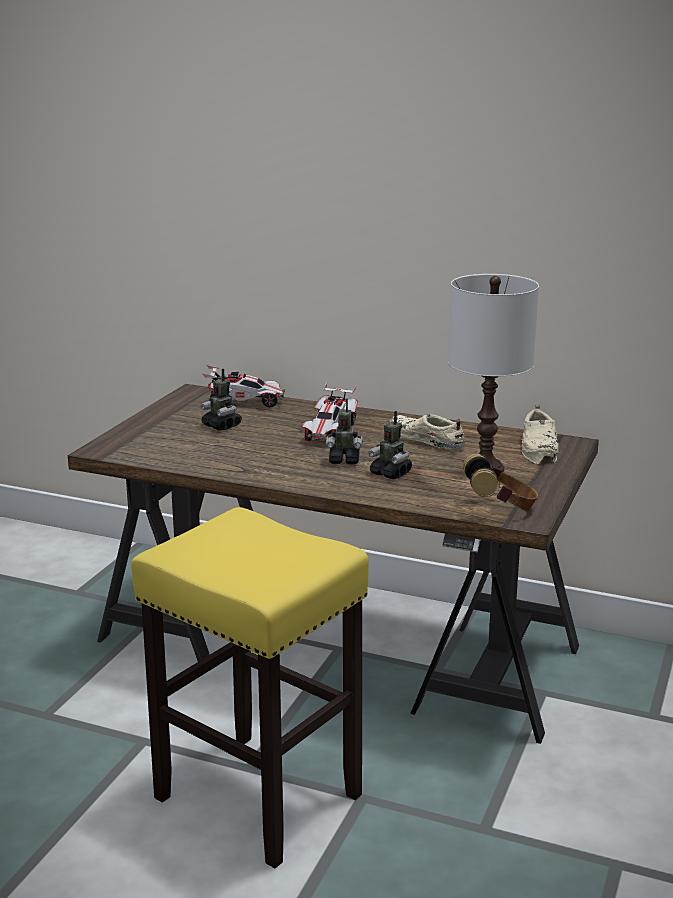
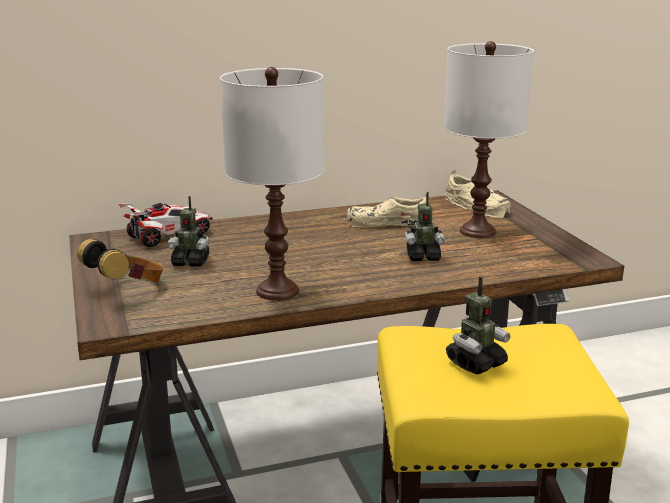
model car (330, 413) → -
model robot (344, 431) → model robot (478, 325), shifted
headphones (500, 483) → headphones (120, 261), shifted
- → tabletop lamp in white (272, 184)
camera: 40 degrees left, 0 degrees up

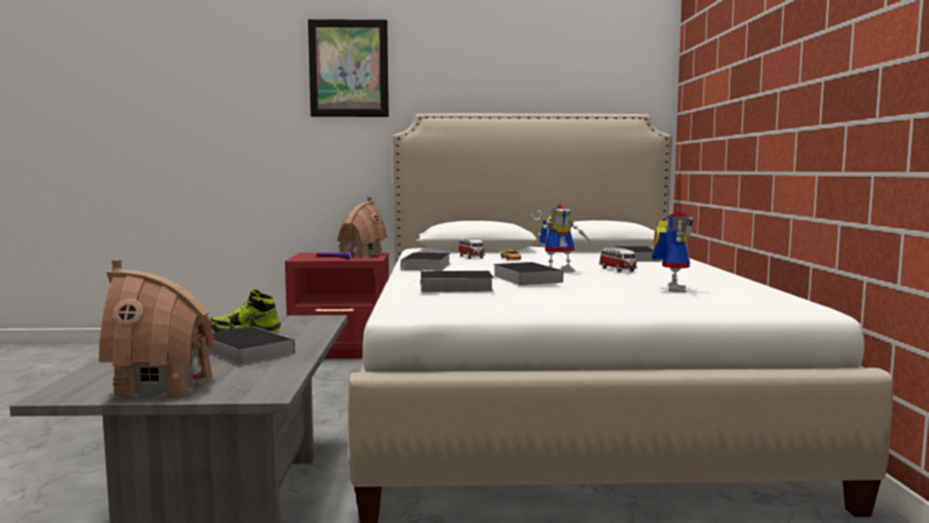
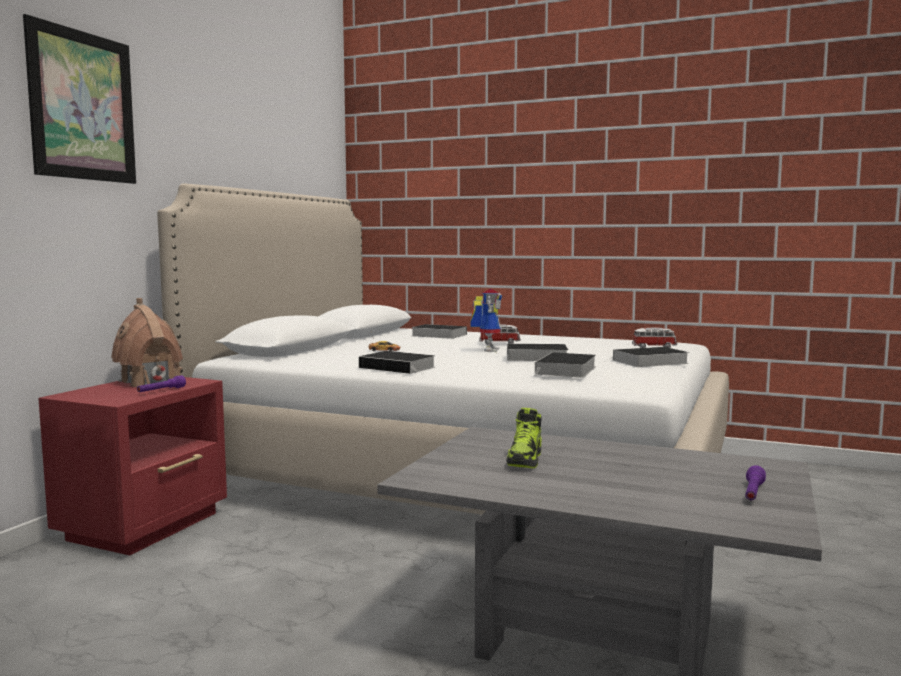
toy house (157, 328) → torch in purplish (755, 482)
volume (251, 345) → volume (649, 357), shifted
model car (471, 248) → model car (654, 337), shifted
model robot (673, 252) → -
camera: 65 degrees left, 0 degrees up

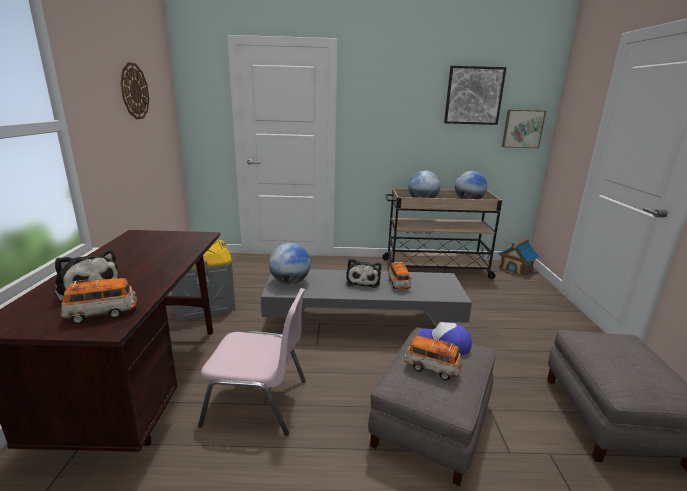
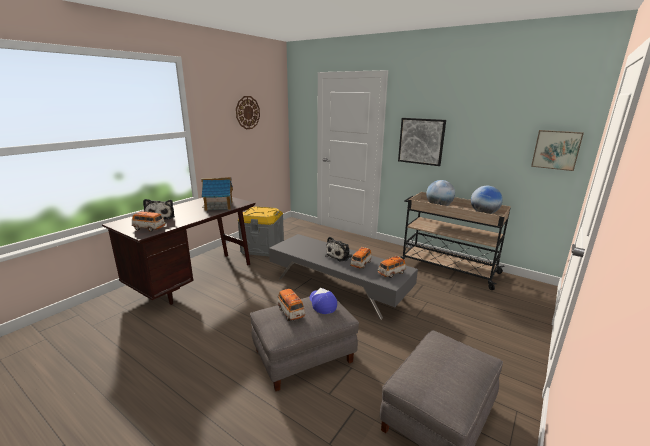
chair in pink-coloured (252, 362) → -
globe (290, 263) → -
picture (475, 95) → picture (422, 142), shifted
toy house (518, 257) → toy house (217, 194), shifted
- → model car (392, 267)
camera: 35 degrees right, 0 degrees up

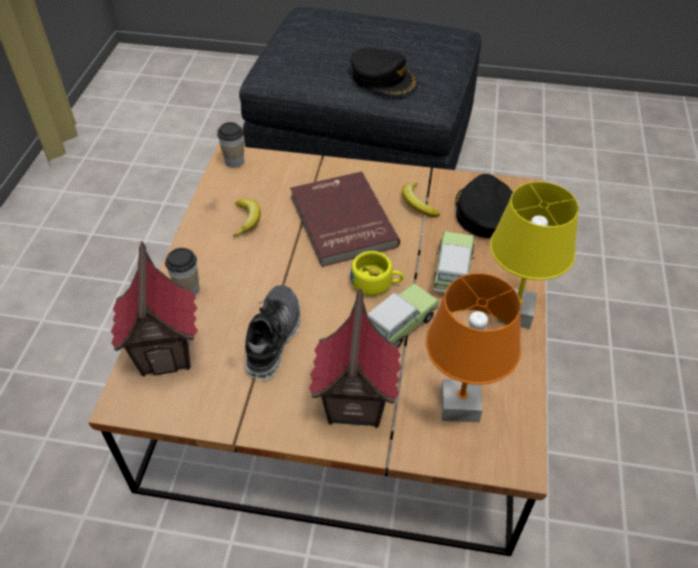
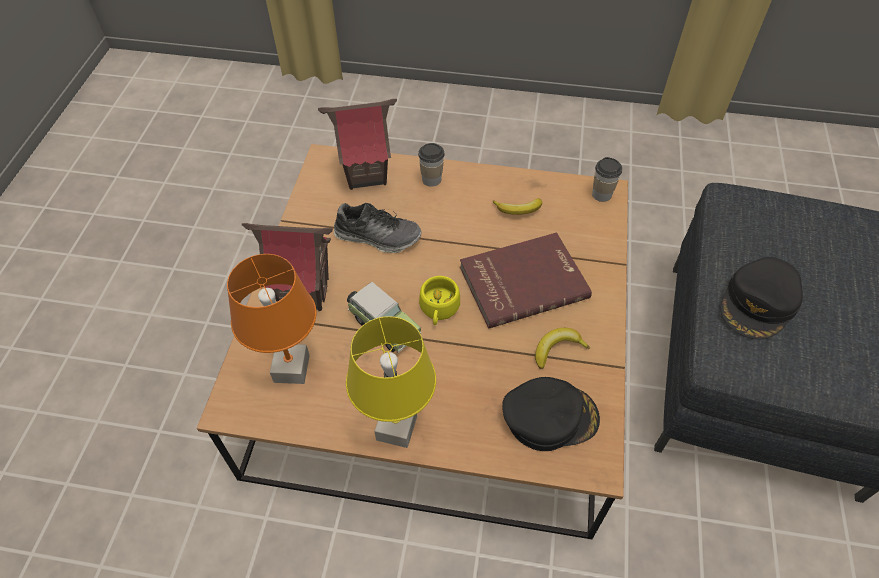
model car (453, 261) → -
camera: 90 degrees right, 5 degrees up

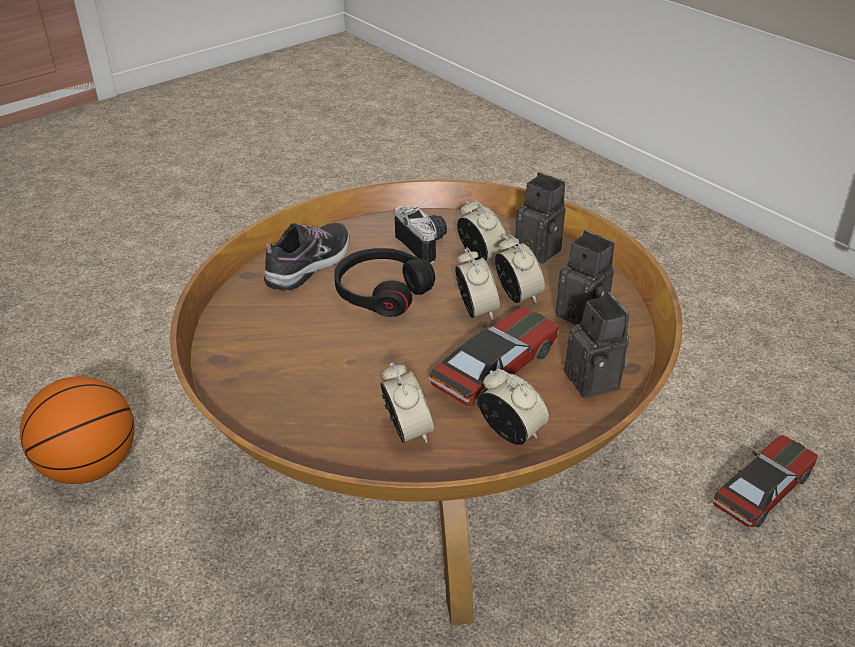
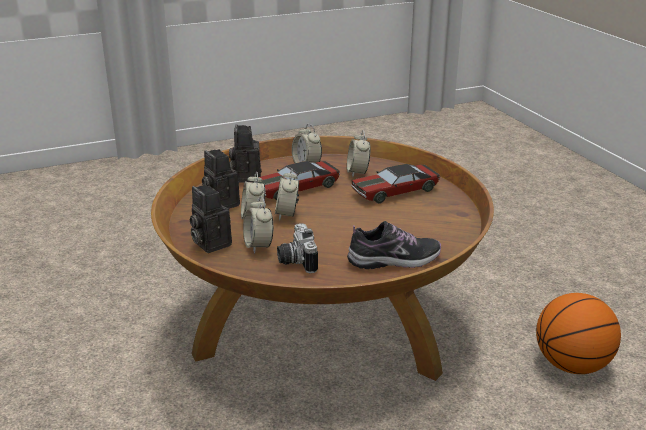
item of footwear (307, 256) → item of footwear (394, 245), 150 degrees counterclockwise
headphones in blackish (384, 282) → -
model car (765, 481) → model car (395, 183), shifted
camera: 165 degrees left, 10 degrees down

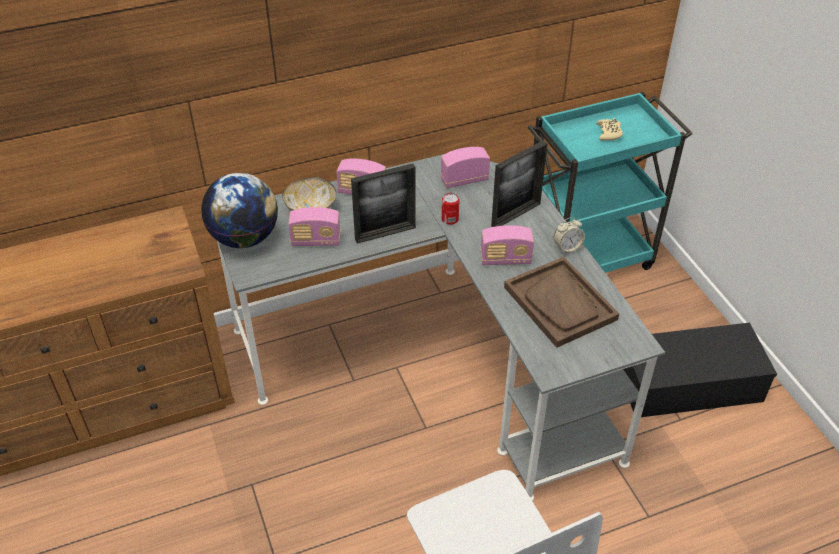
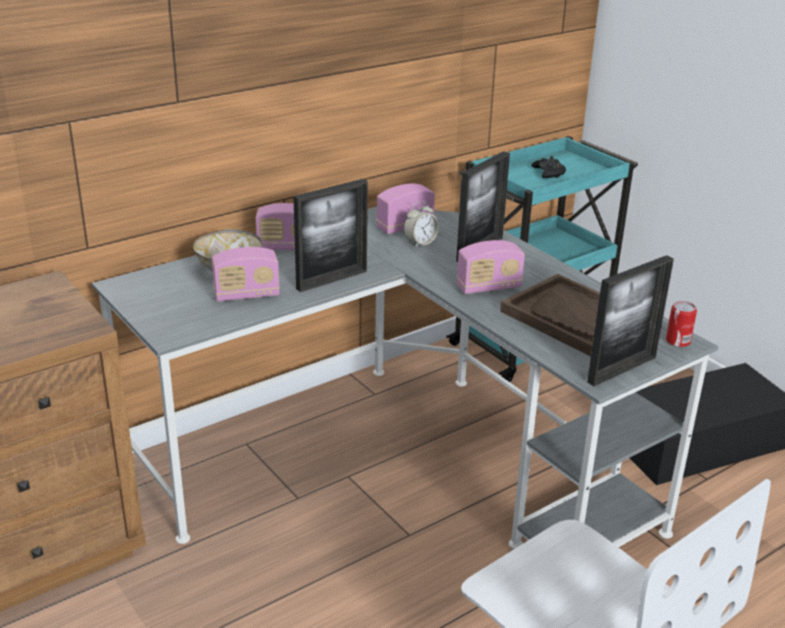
globe (239, 210) → -
can (450, 209) → can (681, 324), shifted
table clock (569, 235) → table clock (421, 224), shifted
joypad in sand-coloured (609, 129) → joypad in blackish (548, 167)
- → standing frame (630, 320)
camera: 15 degrees left, 15 degrees down

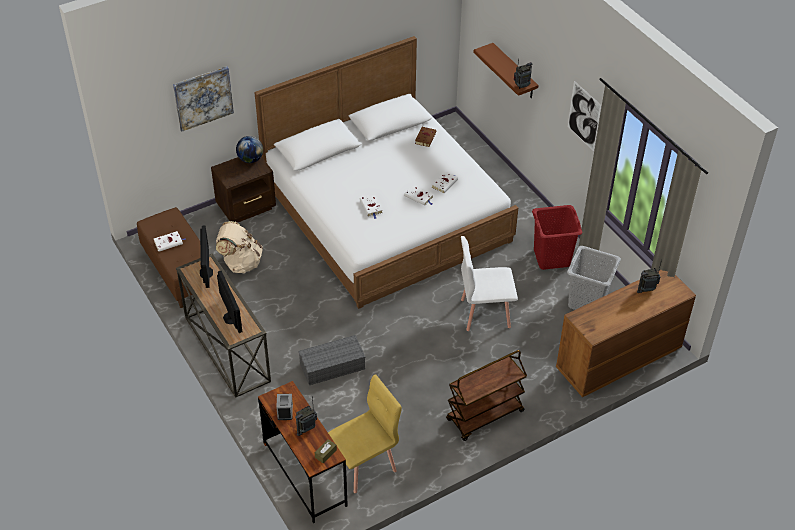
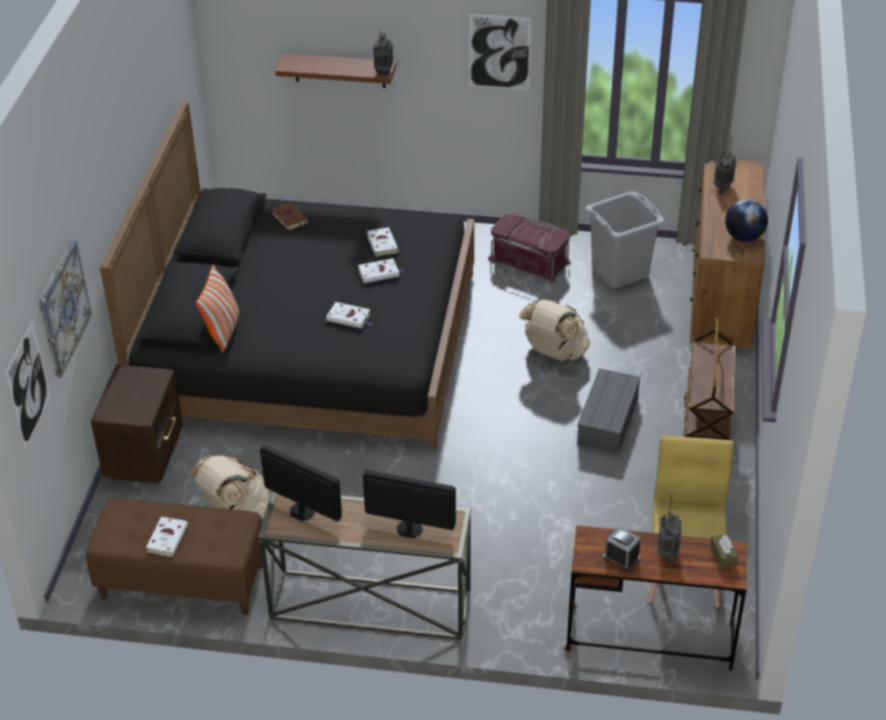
globe (249, 149) → globe (746, 220), shifted
bedroom bed in white (386, 172) → bedroom bed in blackish (287, 275)
storage bin in greyish (331, 360) → storage bin in greyish (609, 411), shifted
chair in white (489, 283) → backpack in sand-coloured (554, 330)
hamper in red-coloured (557, 237) → storage bin in red-coloured (529, 248)
- → picture (27, 385)
- → cushion (217, 308)
camera: 50 degrees left, 5 degrees down

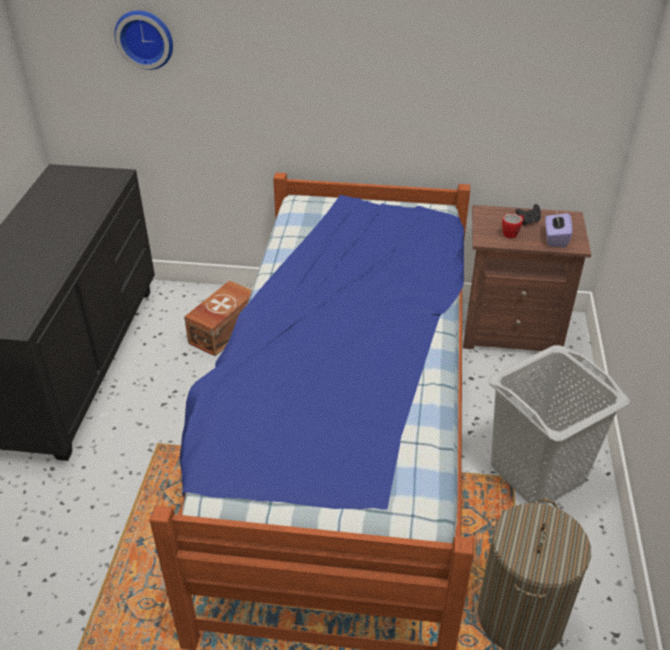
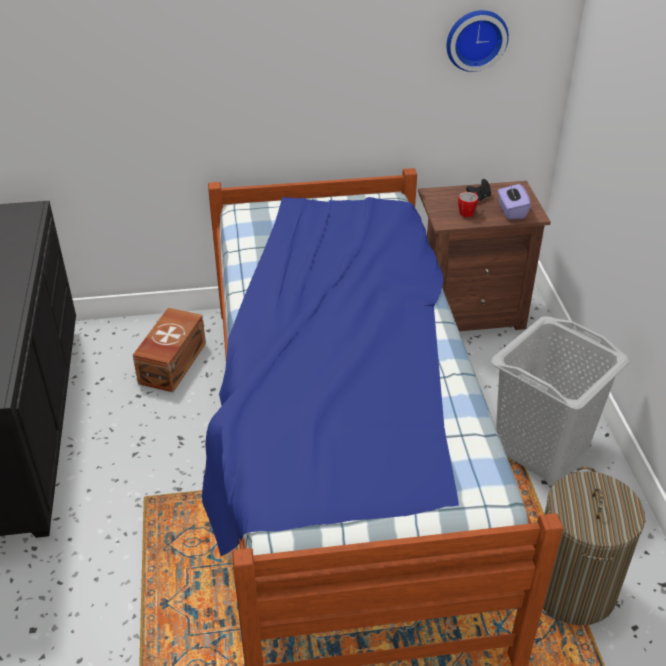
clock on the wall (143, 40) → clock on the wall (477, 41), shifted
camera: 15 degrees left, 0 degrees up

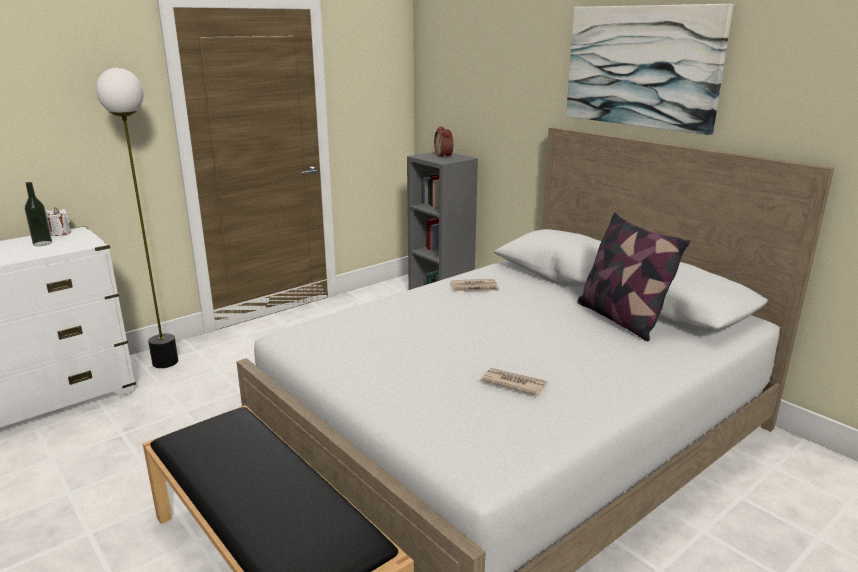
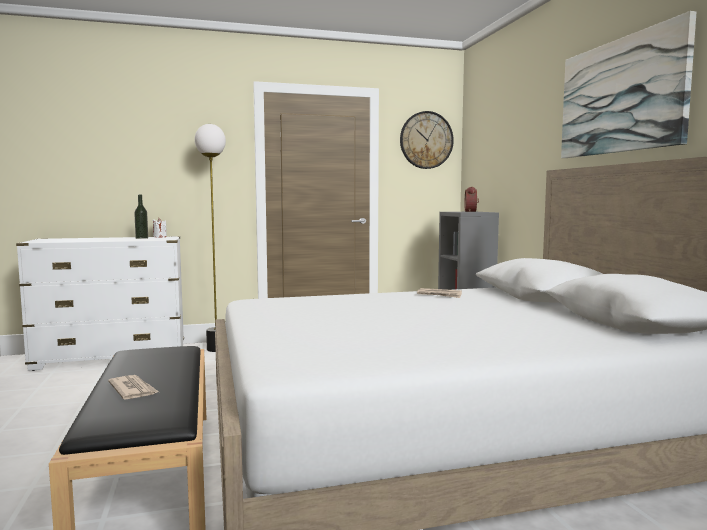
daily paper (514, 382) → daily paper (133, 387), shifted
cushion (633, 276) → -
- → clock on the wall (427, 140)
camera: 25 degrees right, 15 degrees down

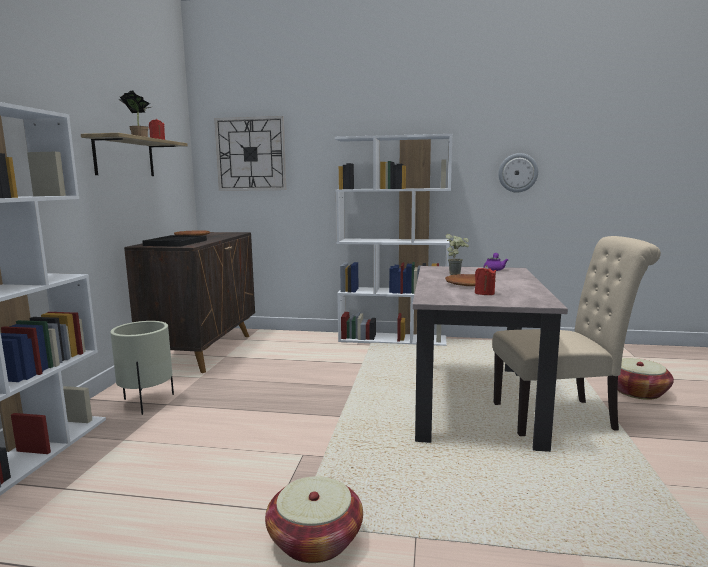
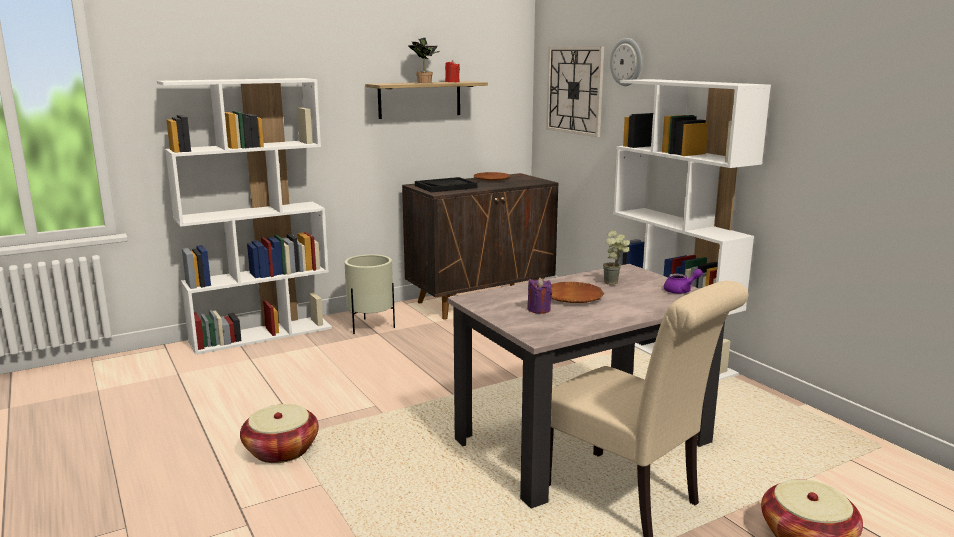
candle in red-coloured (485, 280) → candle in purplish (539, 295)
clock on the wall (518, 172) → clock on the wall (626, 62), shifted
camera: 50 degrees right, 5 degrees up

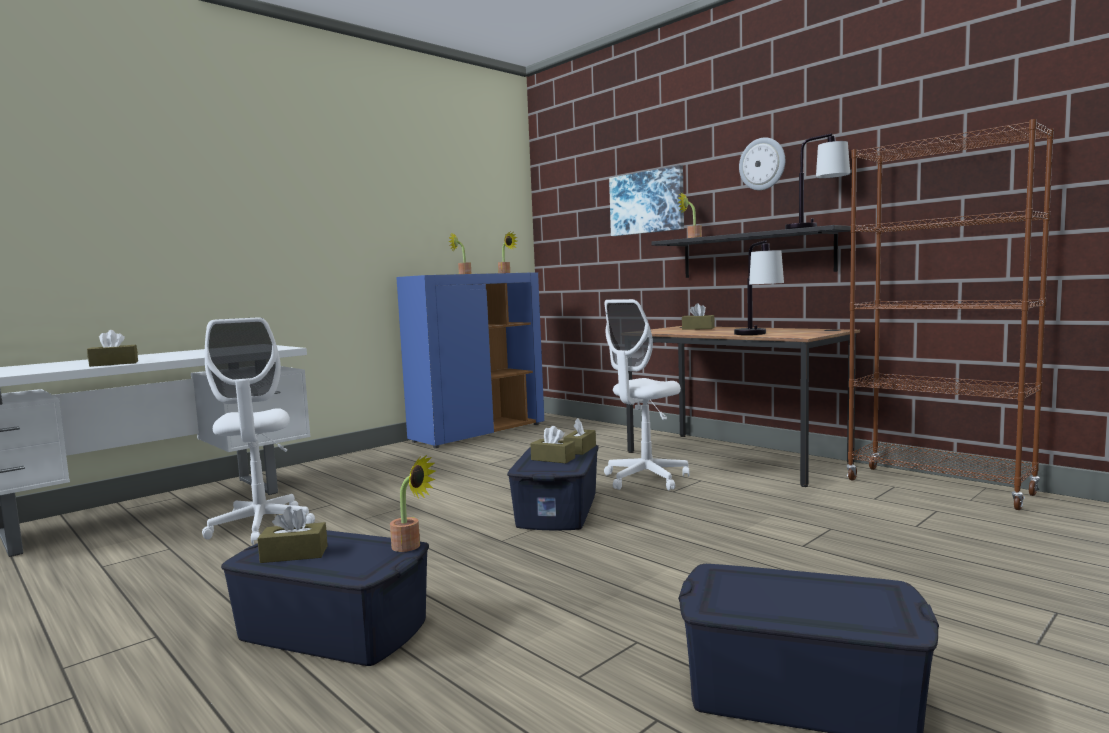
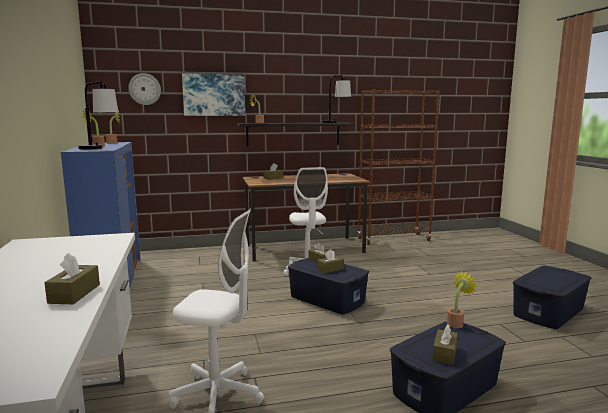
tabletop lamp (759, 287) → tabletop lamp (98, 115), shifted
clock on the wall (762, 163) → clock on the wall (144, 89), shifted
camera: 60 degrees left, 5 degrees up

